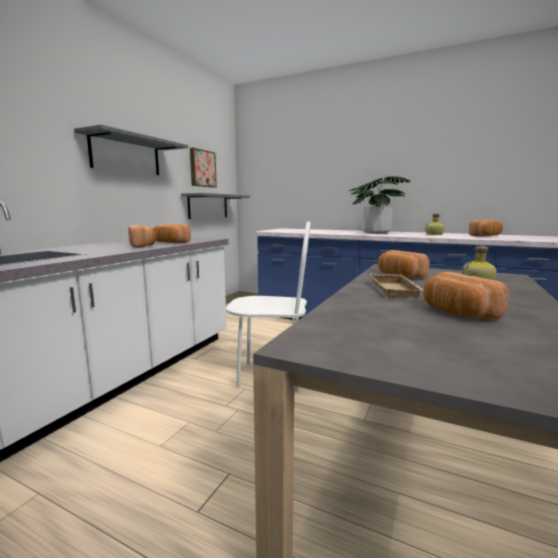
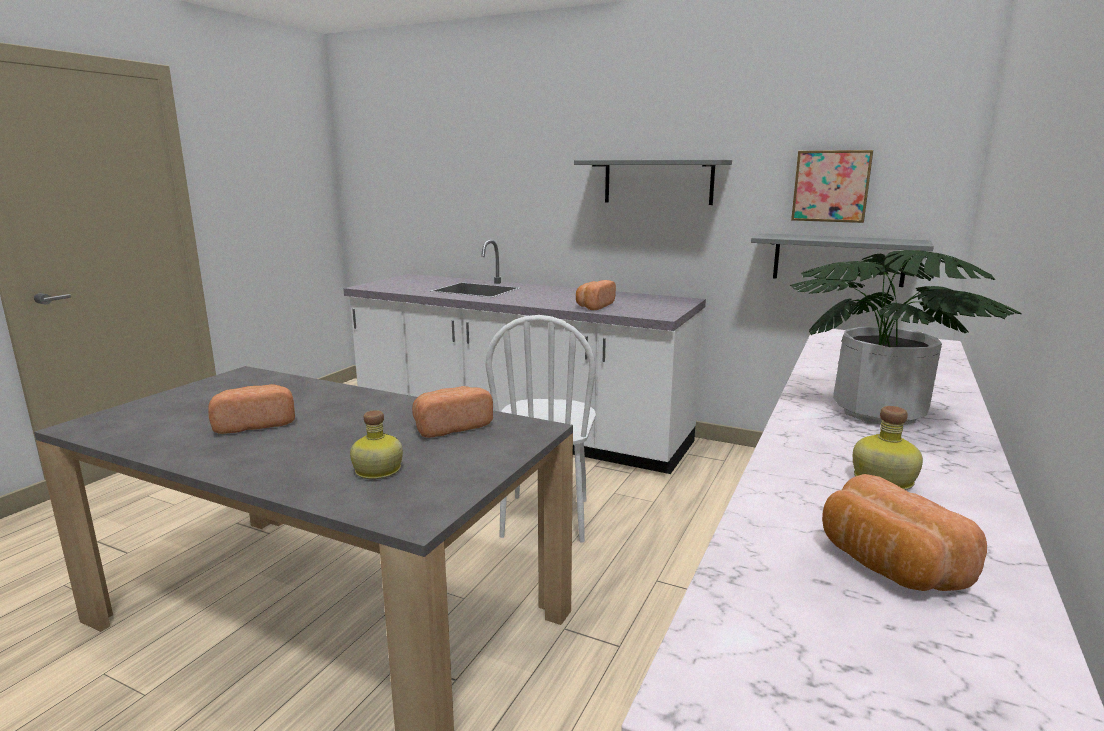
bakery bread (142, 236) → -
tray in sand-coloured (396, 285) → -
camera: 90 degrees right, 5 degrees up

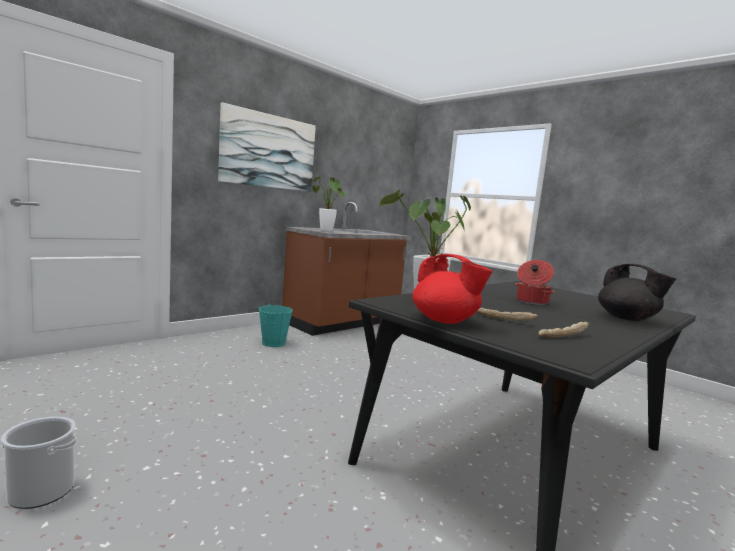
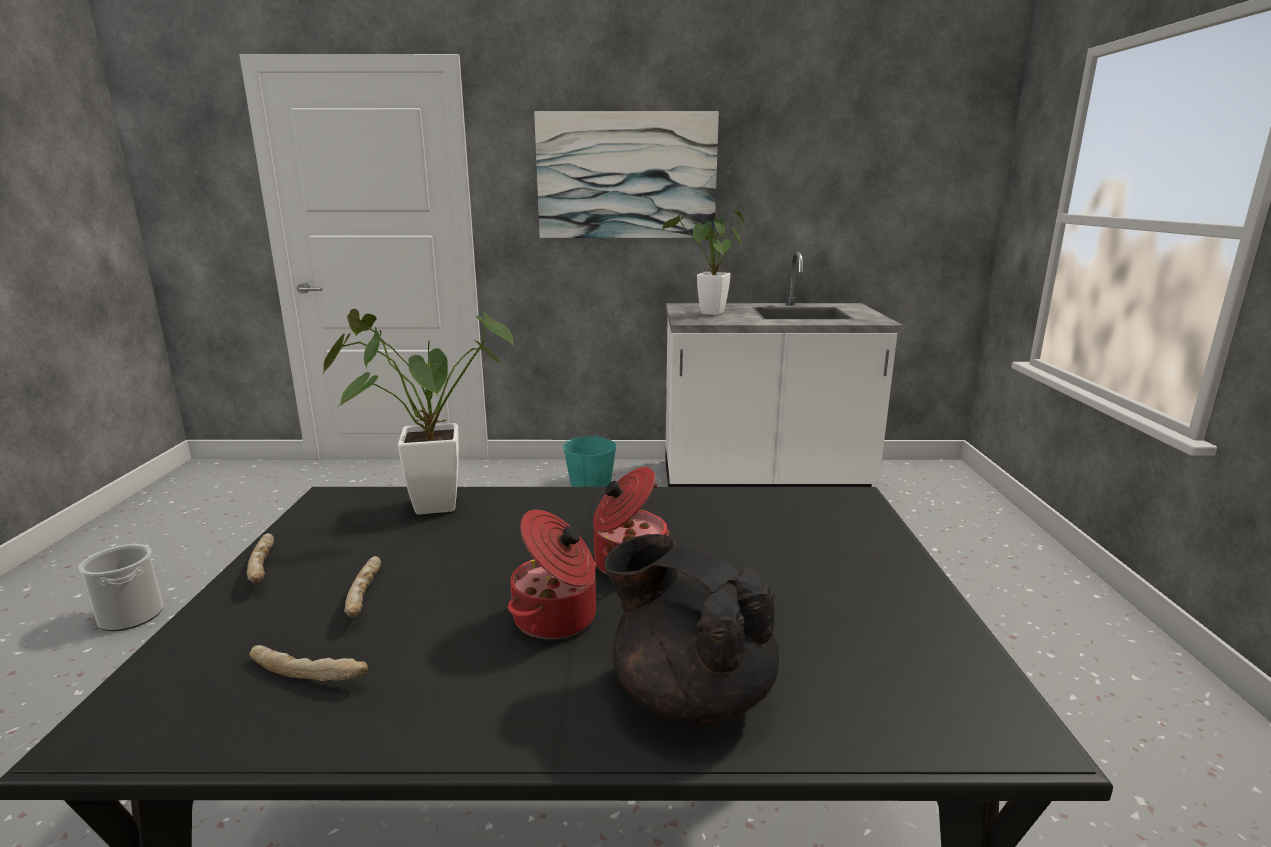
kitchen base unit in brownish (346, 269) → kitchen base unit in white (784, 369)
teapot in red-coloured (452, 289) → bakery bread (260, 558)
teapot in blackish (637, 292) → teapot in blackish (691, 629), 120 degrees clockwise
- → stockpot (552, 574)
camera: 45 degrees right, 10 degrees up

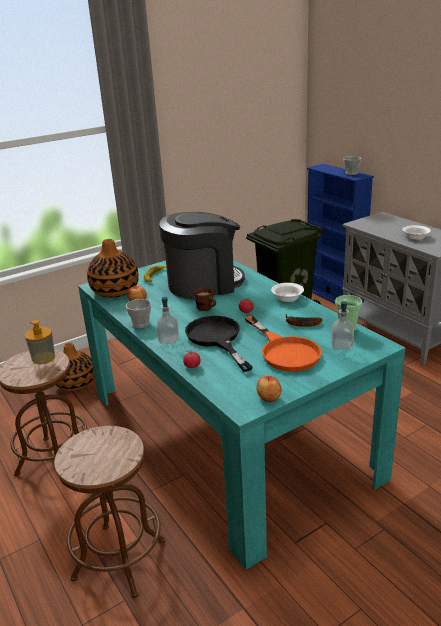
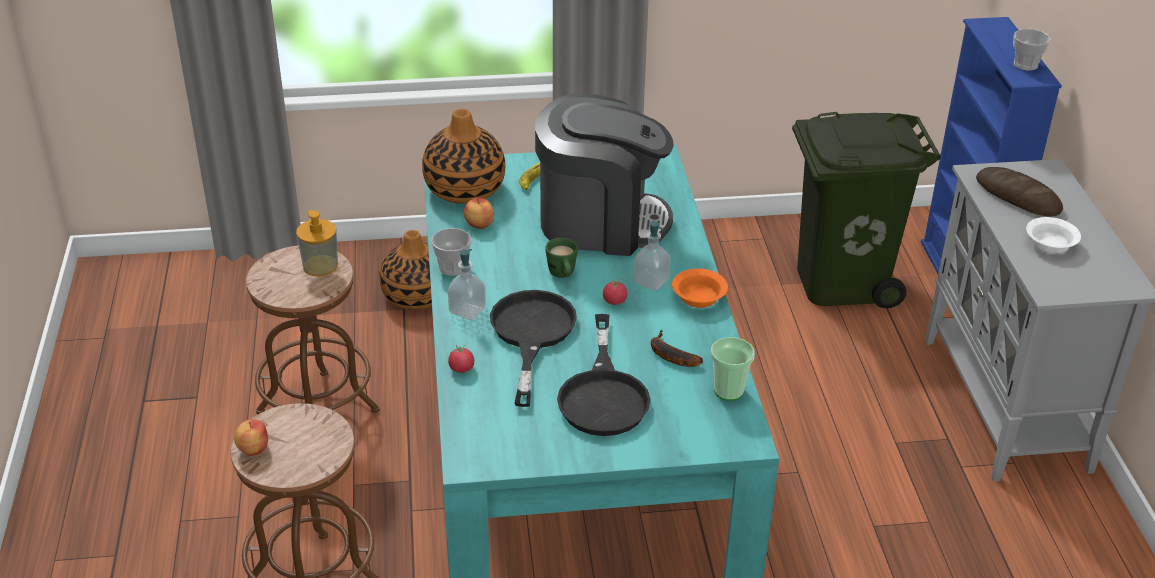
mug in brownish (205, 299) → mug in green (561, 258)
pan in orangey (283, 344) → pan in blackish (604, 375)
whole apple (269, 389) → whole apple (251, 437), shifted
deep dish in white (287, 292) → deep dish in orangey (700, 288)
liquid soap bottle (342, 325) → liquid soap bottle (652, 255), shifted
- → bakery bread (1019, 192)
camera: 25 degrees right, 10 degrees up

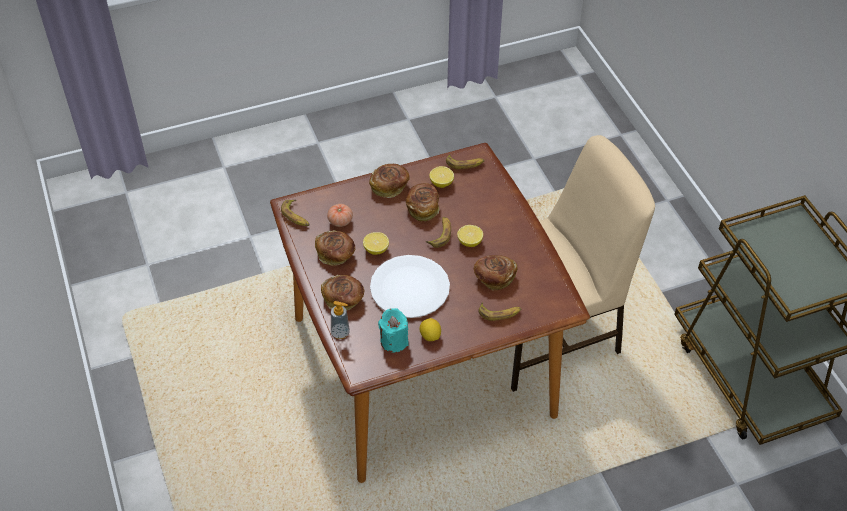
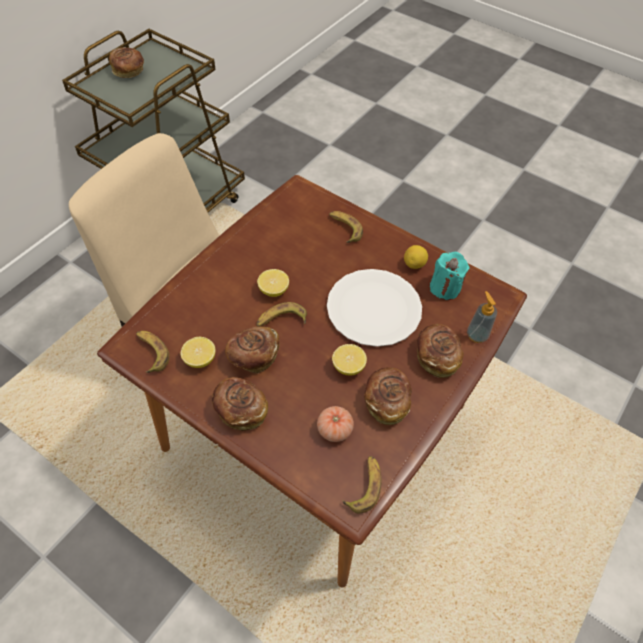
bakery bread (495, 273) → bakery bread (126, 62), shifted
camera: 125 degrees left, 5 degrees up

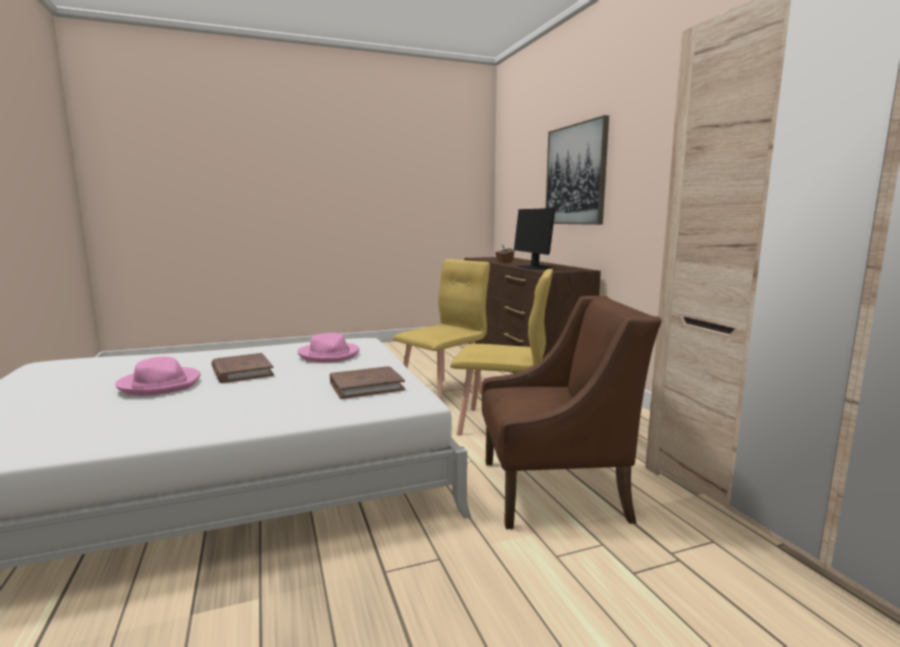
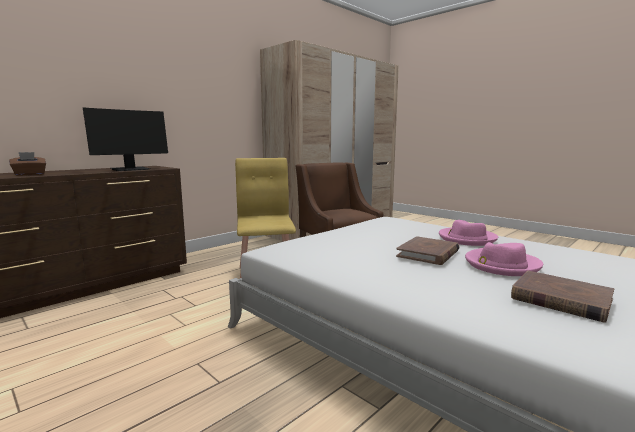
clothing hat in pink-coloured (328, 347) → clothing hat in pink-coloured (468, 233), shifted
volume in brownish (367, 382) → volume in brownish (562, 297), shifted
chair in yellow (441, 329) → -
picture (577, 170) → -
camera: 115 degrees left, 0 degrees up

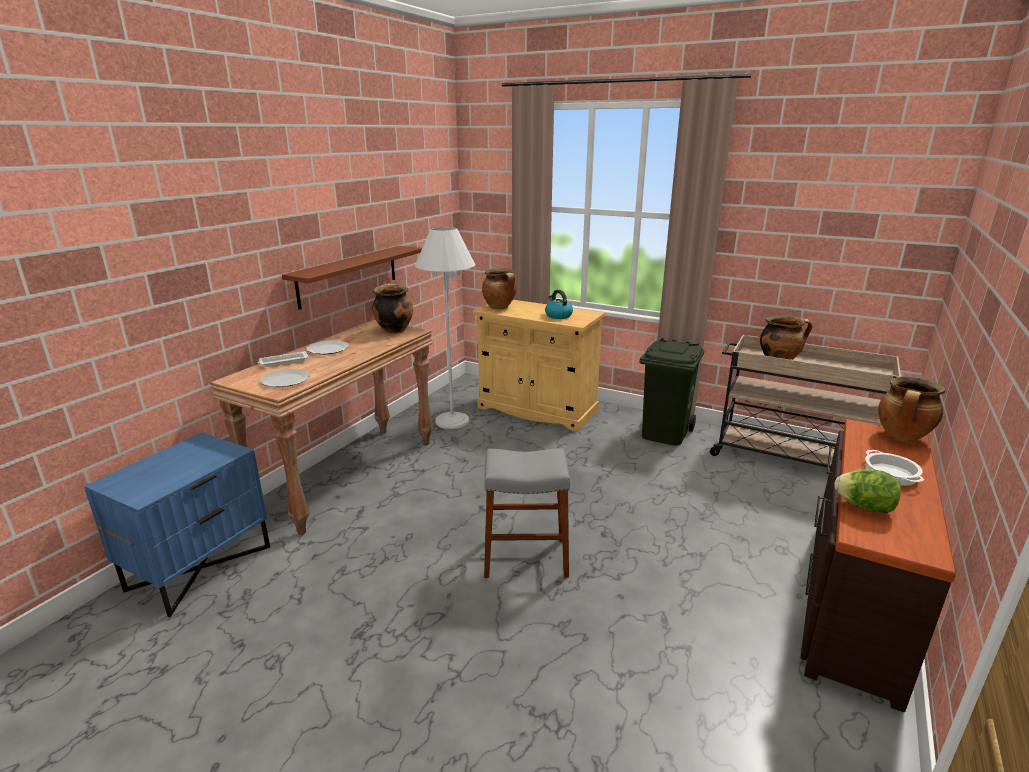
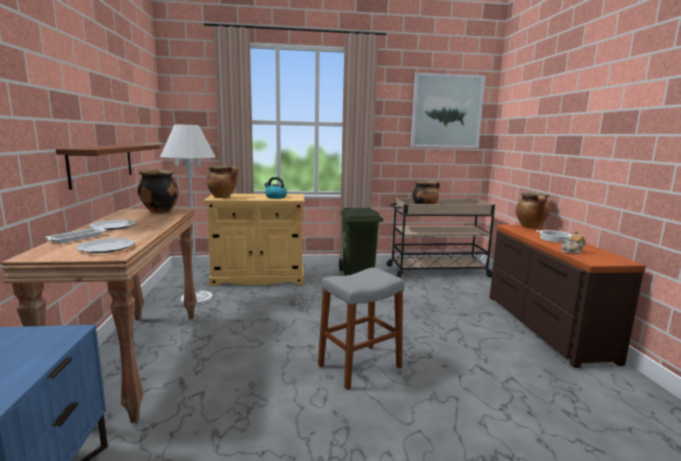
lettuce head (868, 490) → teapot (573, 242)
- → picture (448, 110)
camera: 35 degrees left, 10 degrees down

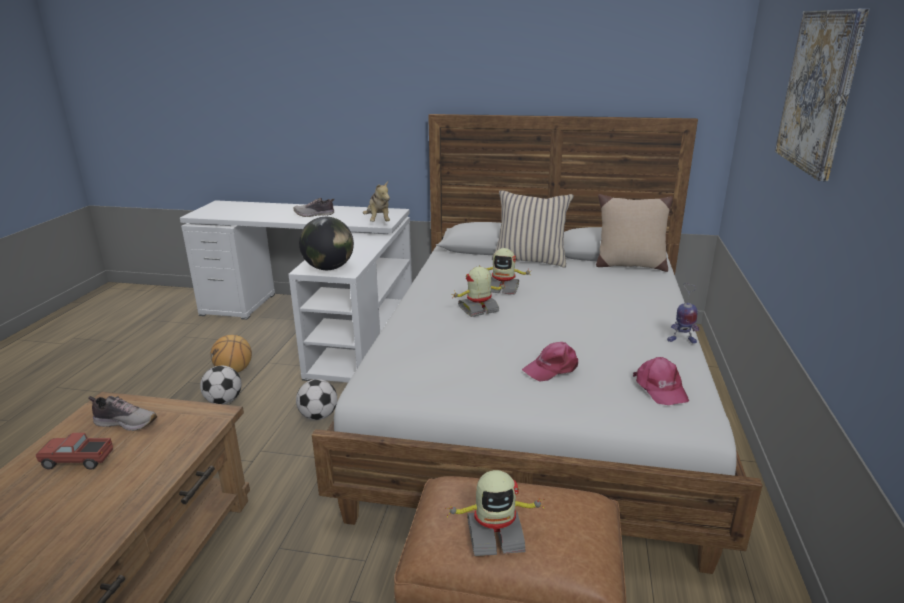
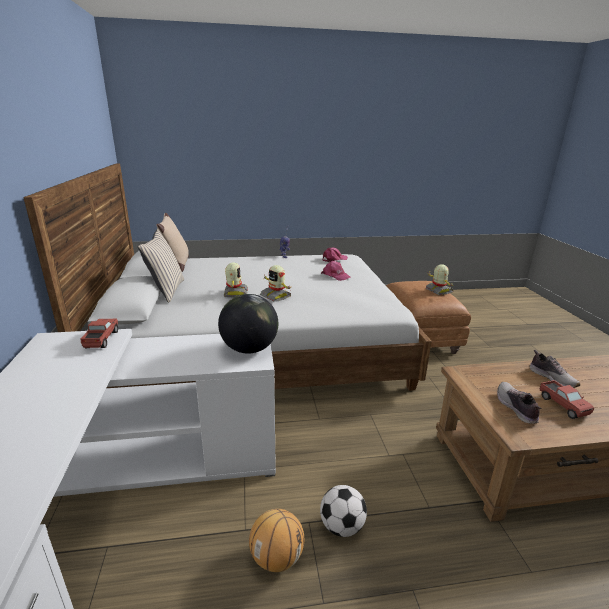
item of footwear (314, 207) → item of footwear (554, 369), shifted
football (316, 399) → -
cuddly toy (376, 201) → model truck (99, 333)
picture (822, 94) → -
camera: 110 degrees left, 0 degrees up

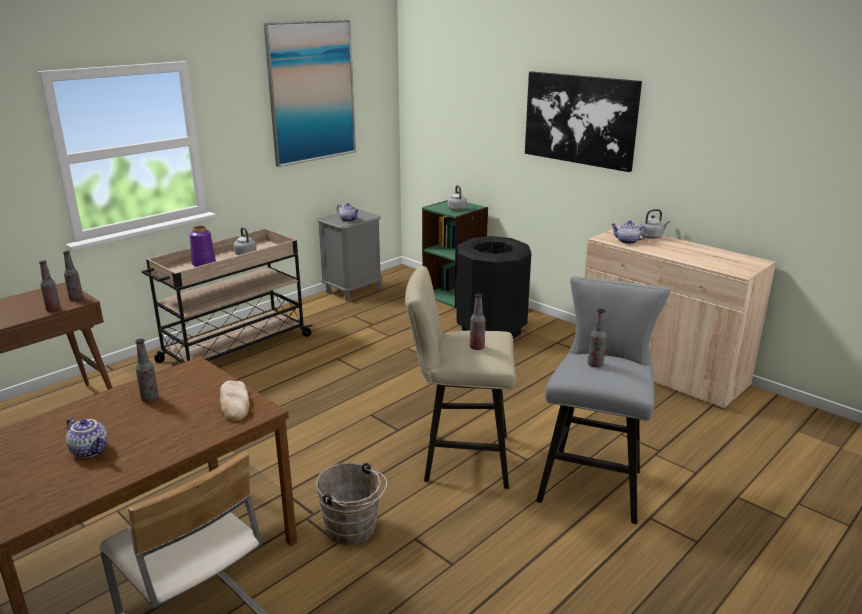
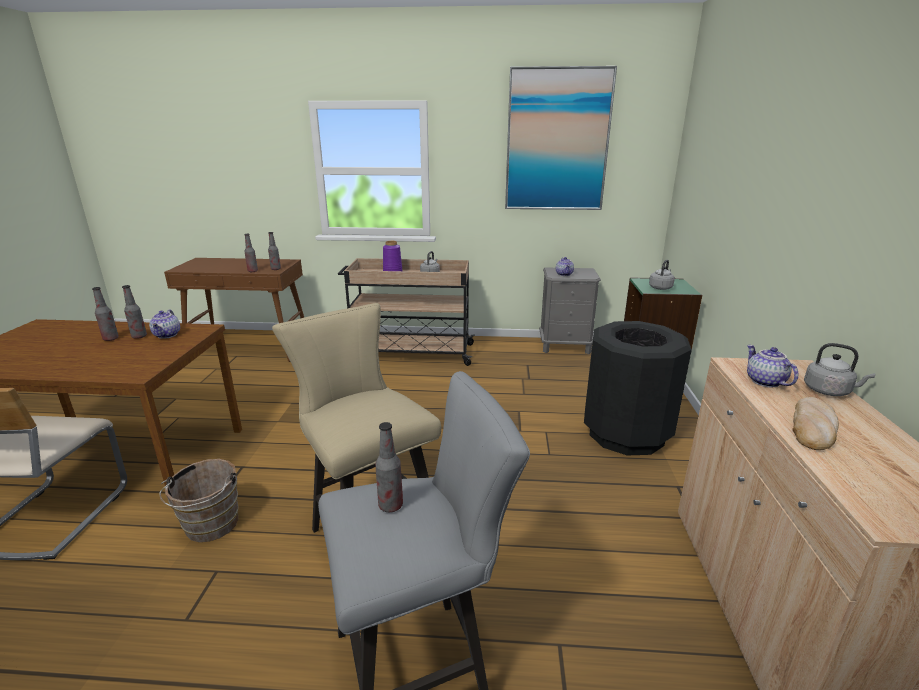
teapot (87, 438) → teapot (164, 324), shifted
bakery bread (234, 401) → bakery bread (815, 423), shifted
bottle (477, 321) → bottle (105, 314), shifted
picture (583, 121) → -
camera: 50 degrees right, 0 degrees up

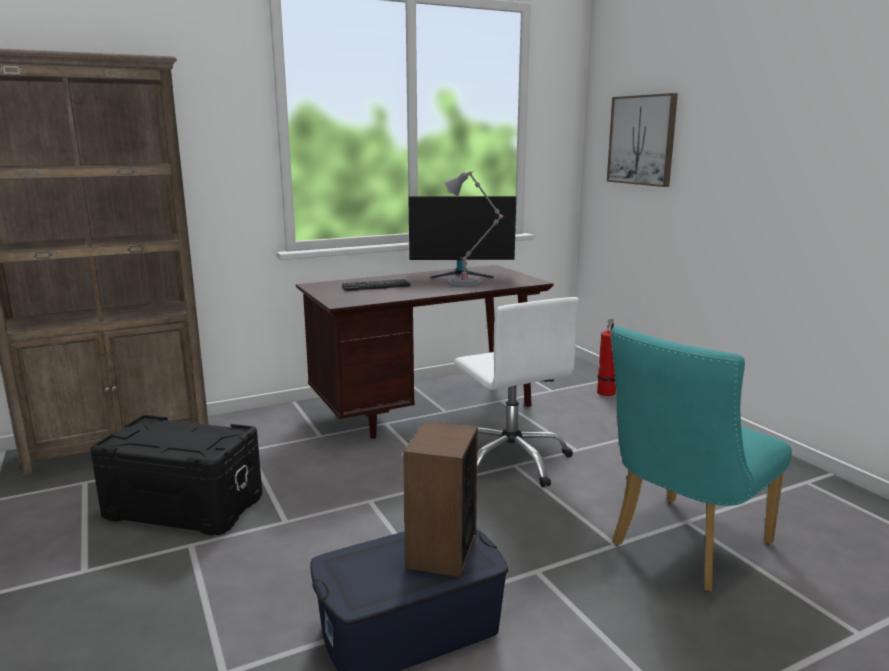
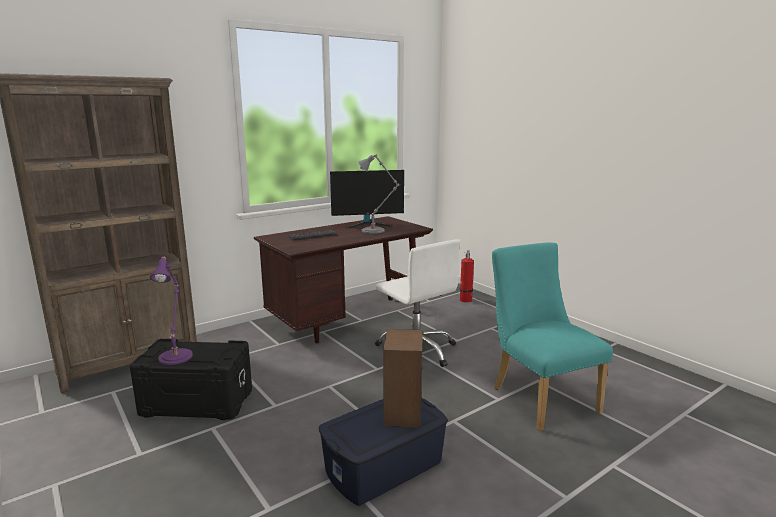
picture (642, 140) → -
chair in turquoise (701, 458) → chair in turquoise (552, 336), 120 degrees clockwise
- → tabletop lamp in purplish (171, 310)
camera: 10 degrees left, 0 degrees up

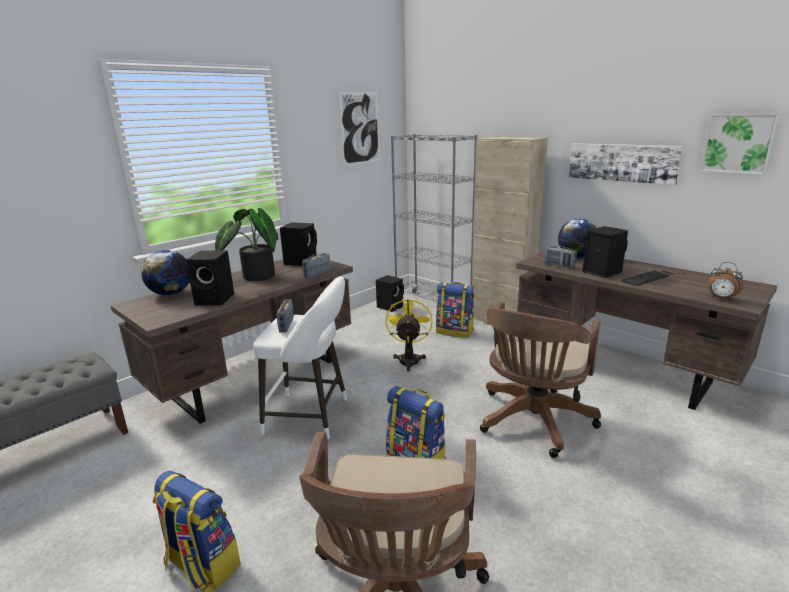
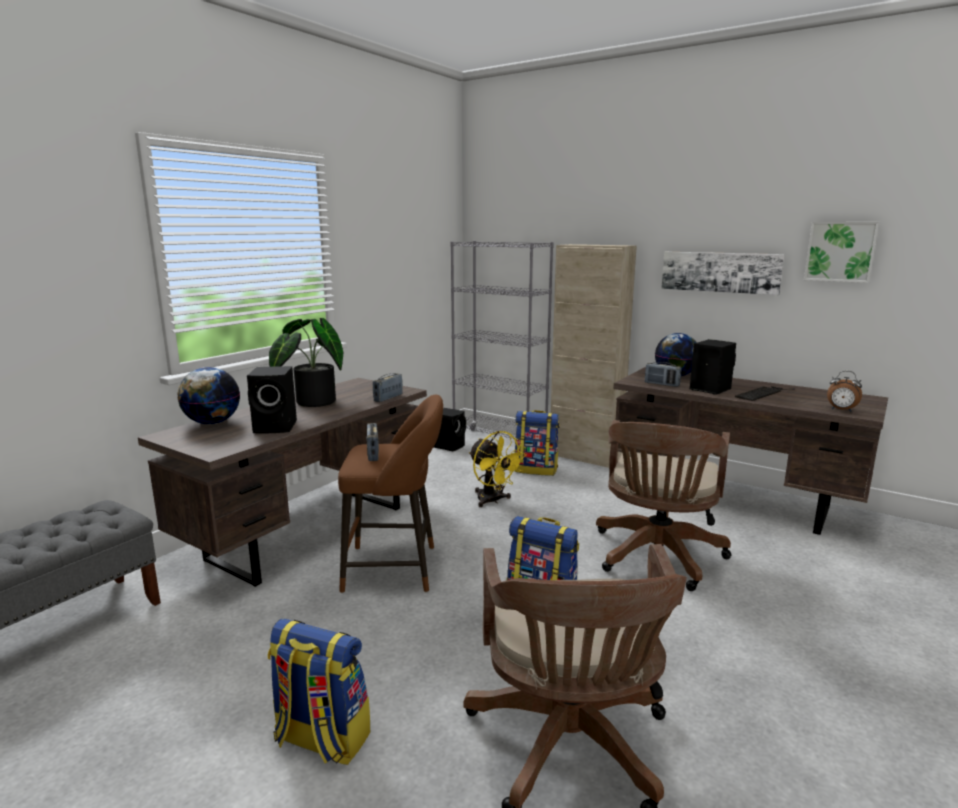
stool in white (300, 358) → stool in brownish (390, 494)
loudspeaker in blackish (298, 244) → -
picture (359, 128) → -
electric fan in yellow (409, 334) → electric fan in yellow (497, 469), 150 degrees clockwise
camera: 10 degrees left, 5 degrees down

